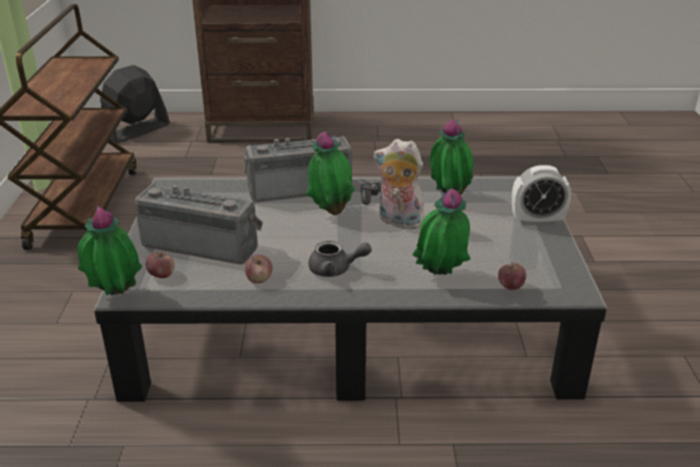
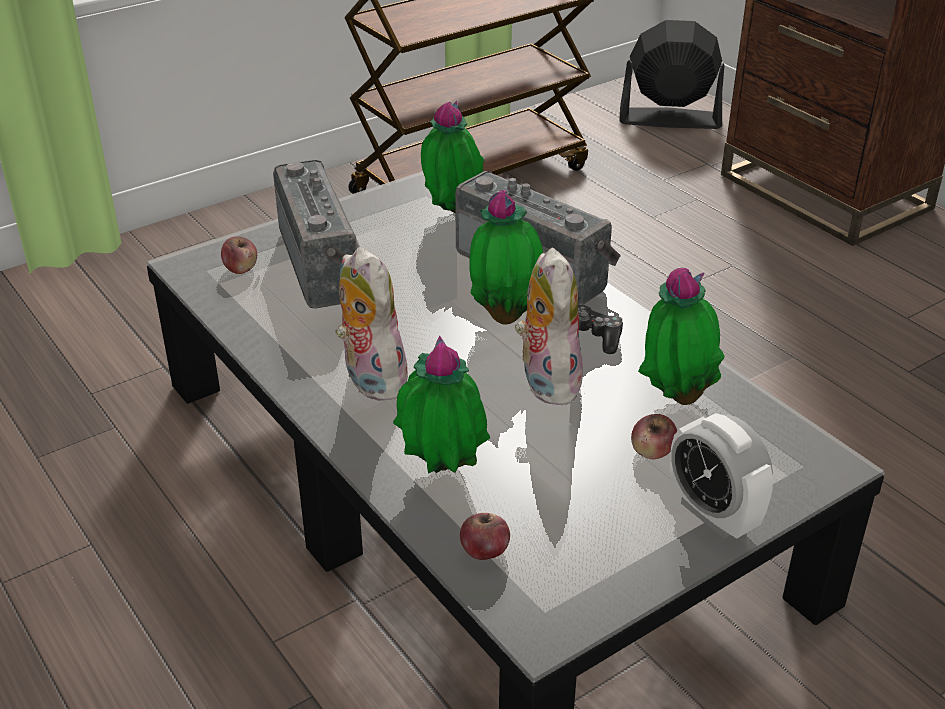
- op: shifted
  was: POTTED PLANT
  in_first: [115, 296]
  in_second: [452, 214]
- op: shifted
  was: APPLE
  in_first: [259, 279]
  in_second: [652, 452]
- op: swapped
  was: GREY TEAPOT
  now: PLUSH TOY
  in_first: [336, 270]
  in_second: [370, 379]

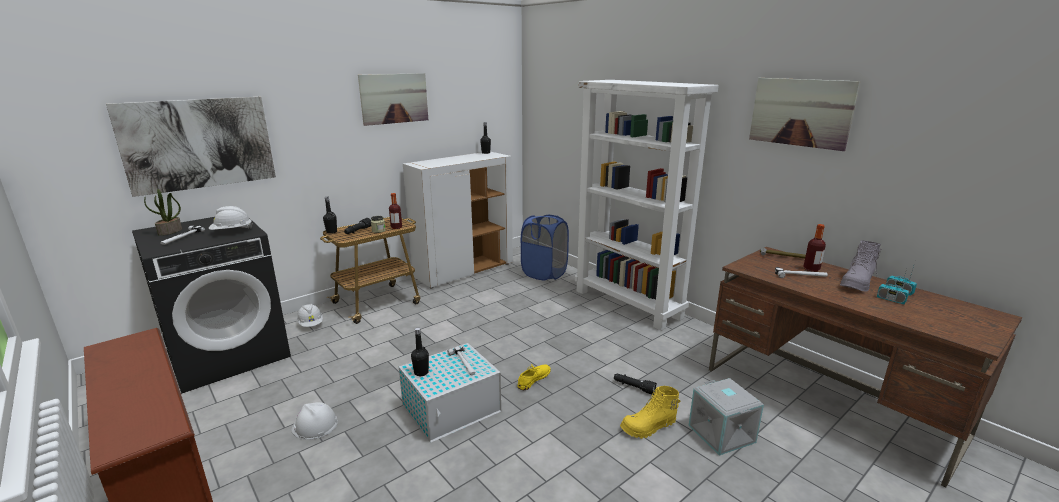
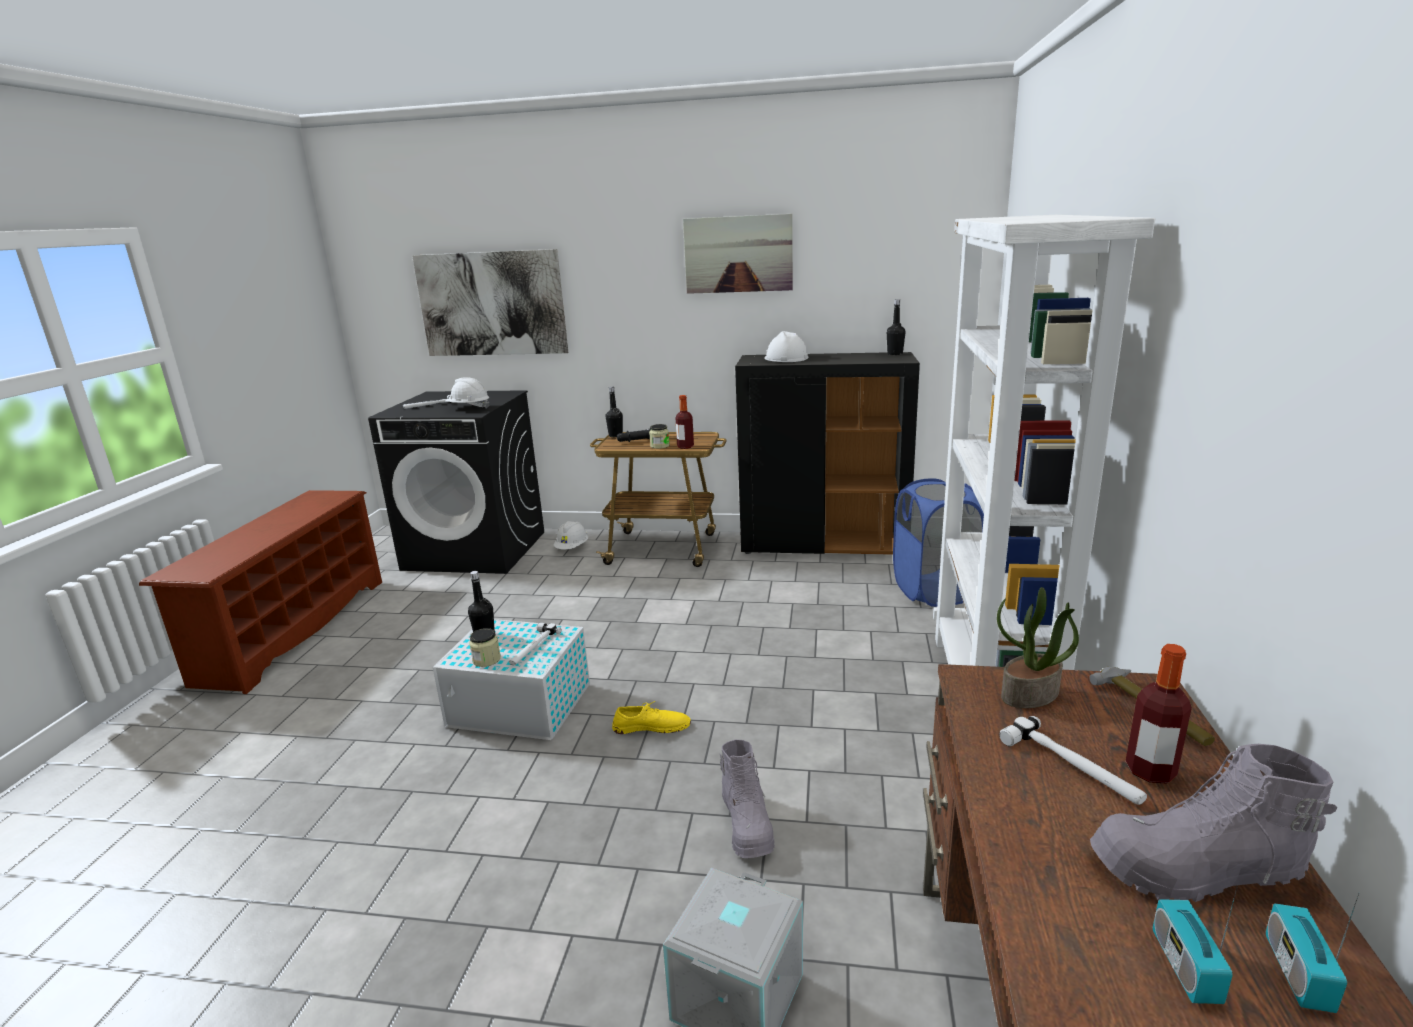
- op: shifted
  was: POTTED PLANT
  in_first: [170, 231]
  in_second: [1030, 695]
- op: shifted
  was: WHITE HARD HAT
  in_first: [314, 425]
  in_second: [786, 358]
- op: repainted
  was: WHITE CABINET
  now: BLACK CABINET
  in_first: [464, 271]
  in_second: [825, 545]
- op: swapped
  was: BLACK FLASHLIGHT
  now: GREY BOOT
  in_first: [633, 387]
  in_second: [747, 825]
- op: gone
  was: YELLOW BOOT
  in_first: [649, 427]
- op: gone
  was: PICTURE
  in_first: [800, 112]
- op: new
  now: JAR
  in_second: [486, 660]

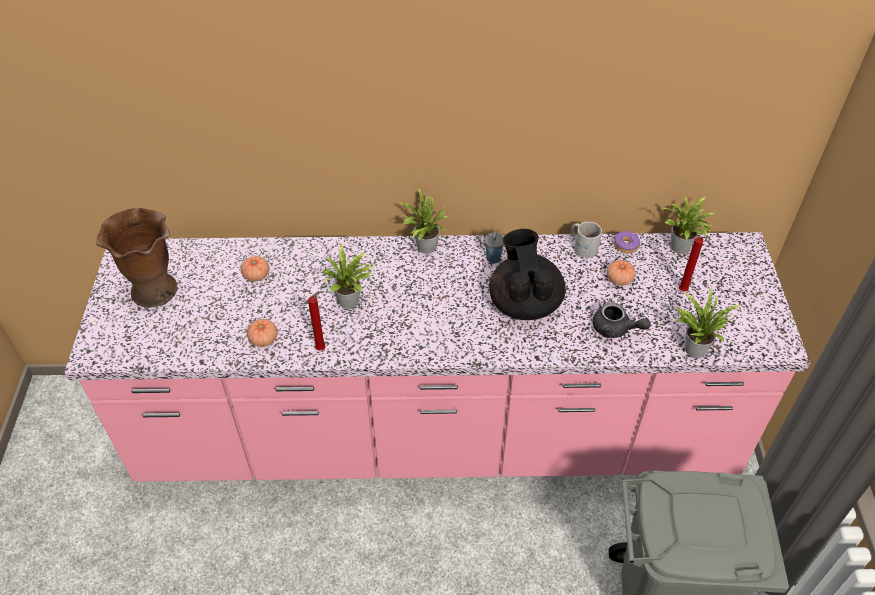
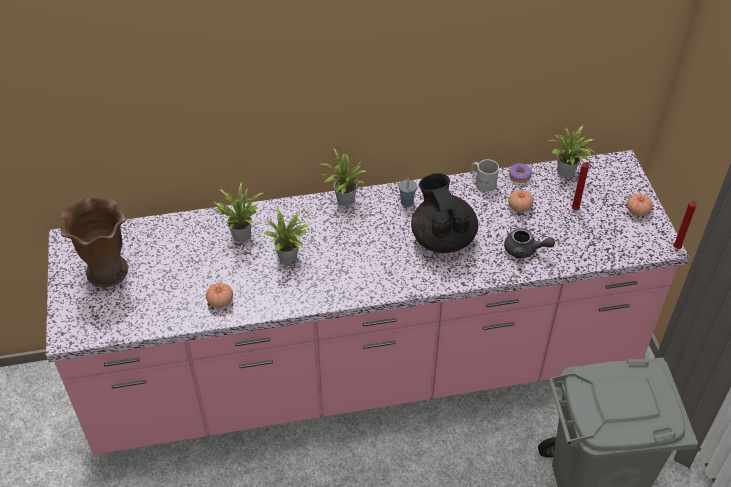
- op: shifted
  was: TOMATO
  in_first: [256, 275]
  in_second: [637, 211]
- op: shifted
  was: RED CANDLE
  in_first: [322, 349]
  in_second: [678, 247]
- op: shifted
  was: POTTED PLANT
  in_first: [693, 347]
  in_second: [240, 233]

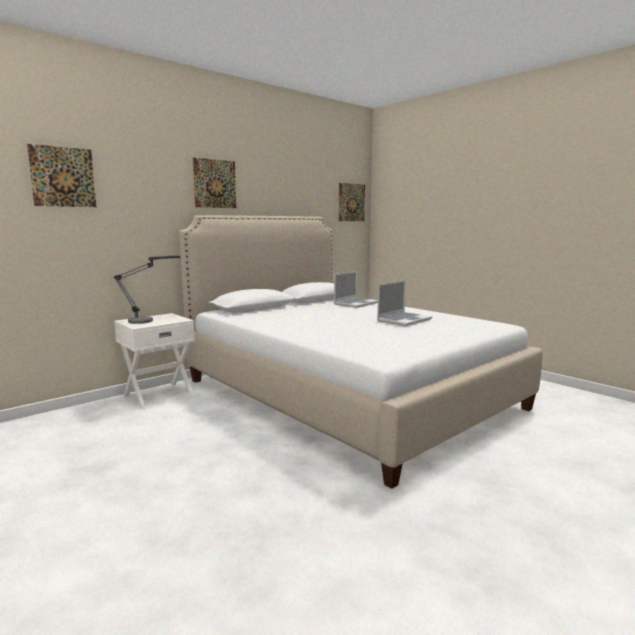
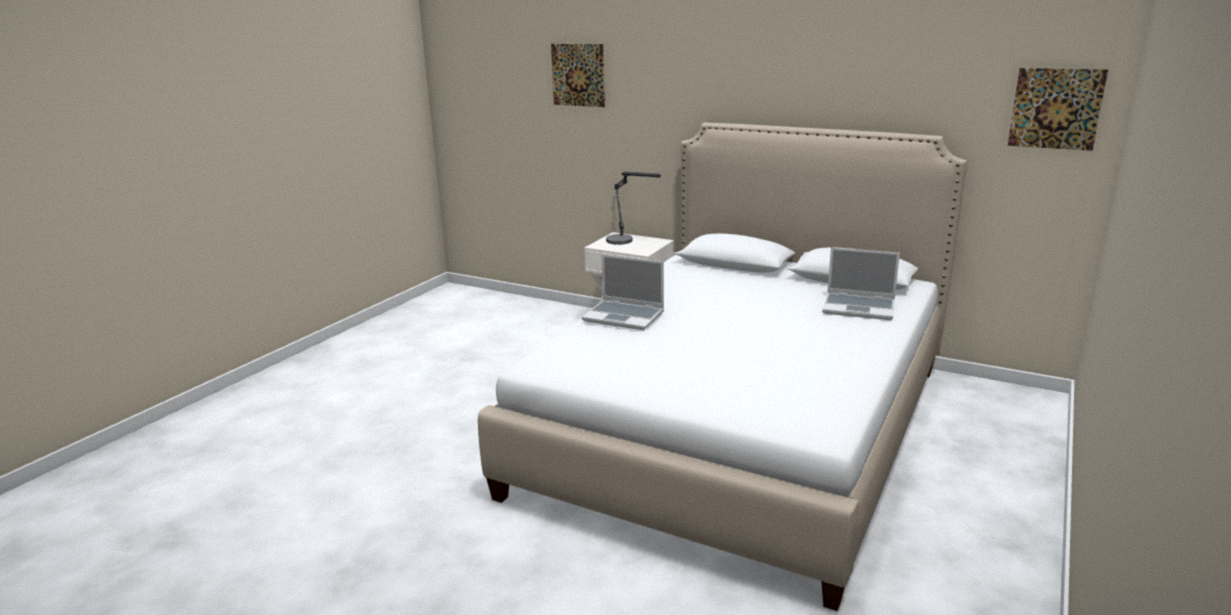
- op: gone
  was: PICTURE
  in_first: [215, 183]
- op: shifted
  was: LAPTOP
  in_first: [404, 320]
  in_second: [625, 316]

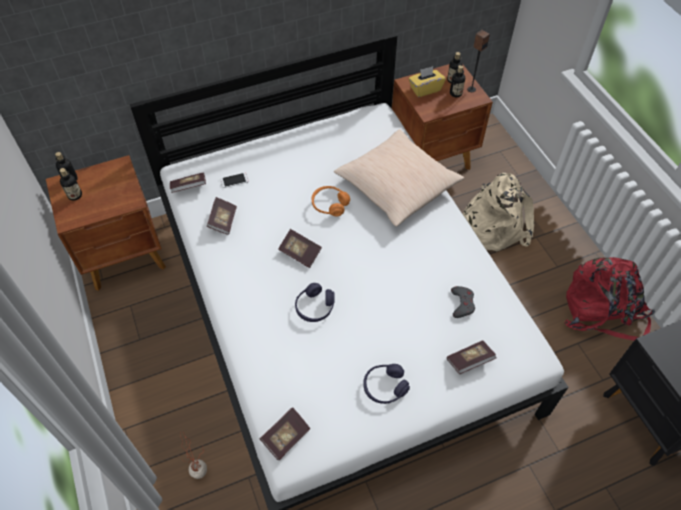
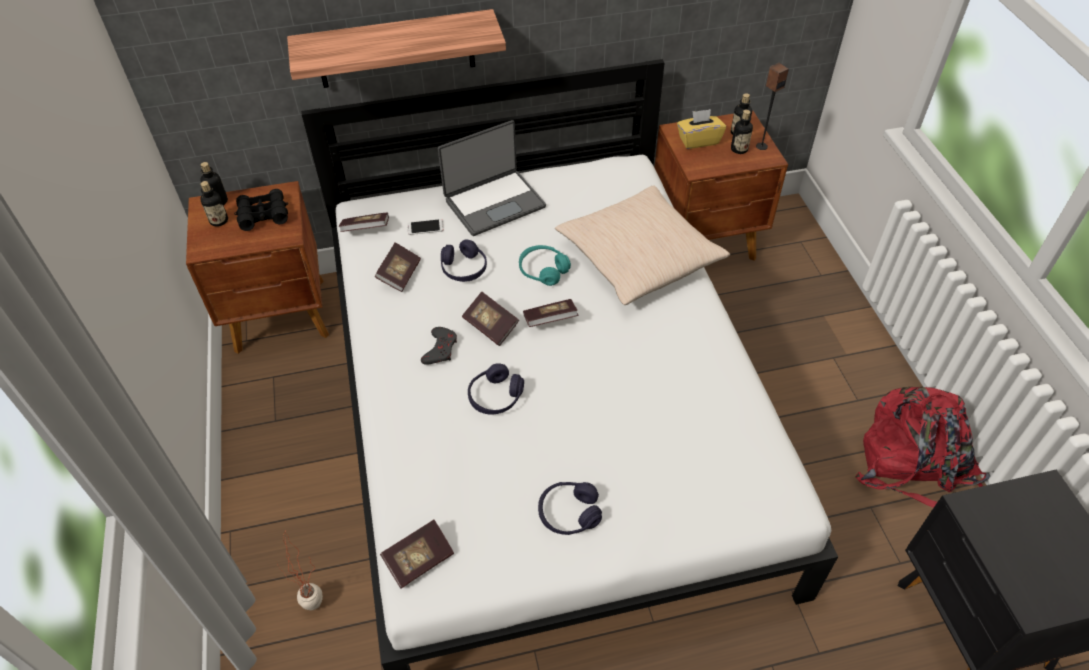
- op: repainted
  was: ORANGE HEADPHONES
  now: TURQUOISE HEADPHONES
  in_first: [330, 205]
  in_second: [543, 270]
- op: shifted
  was: BOOK
  in_first: [469, 361]
  in_second: [550, 320]
- op: shifted
  was: GREY GAME CONTROLLER
  in_first: [462, 303]
  in_second: [440, 349]
- op: gone
  was: BEIGE BACKPACK
  in_first: [493, 224]
- op: new
  now: BLACK BINOCULARS
  in_second: [263, 215]
- op: new
  now: SHELF
  in_second: [396, 49]
- op: new
  now: LAPTOP
  in_second: [494, 202]
- op: new
  now: PURPLE HEADPHONES
  in_second: [464, 268]

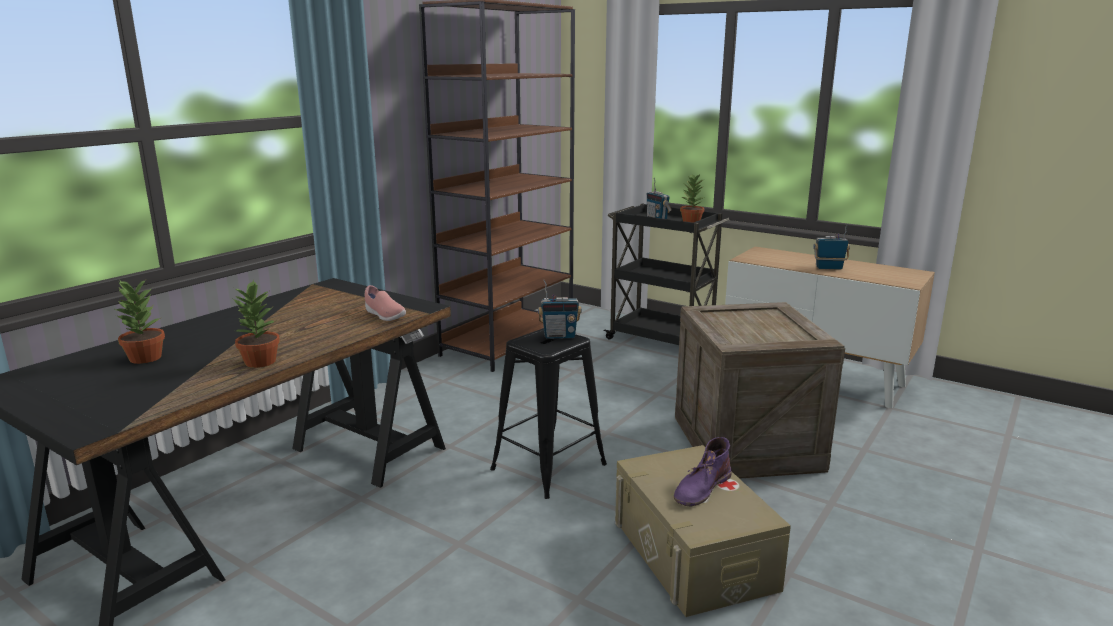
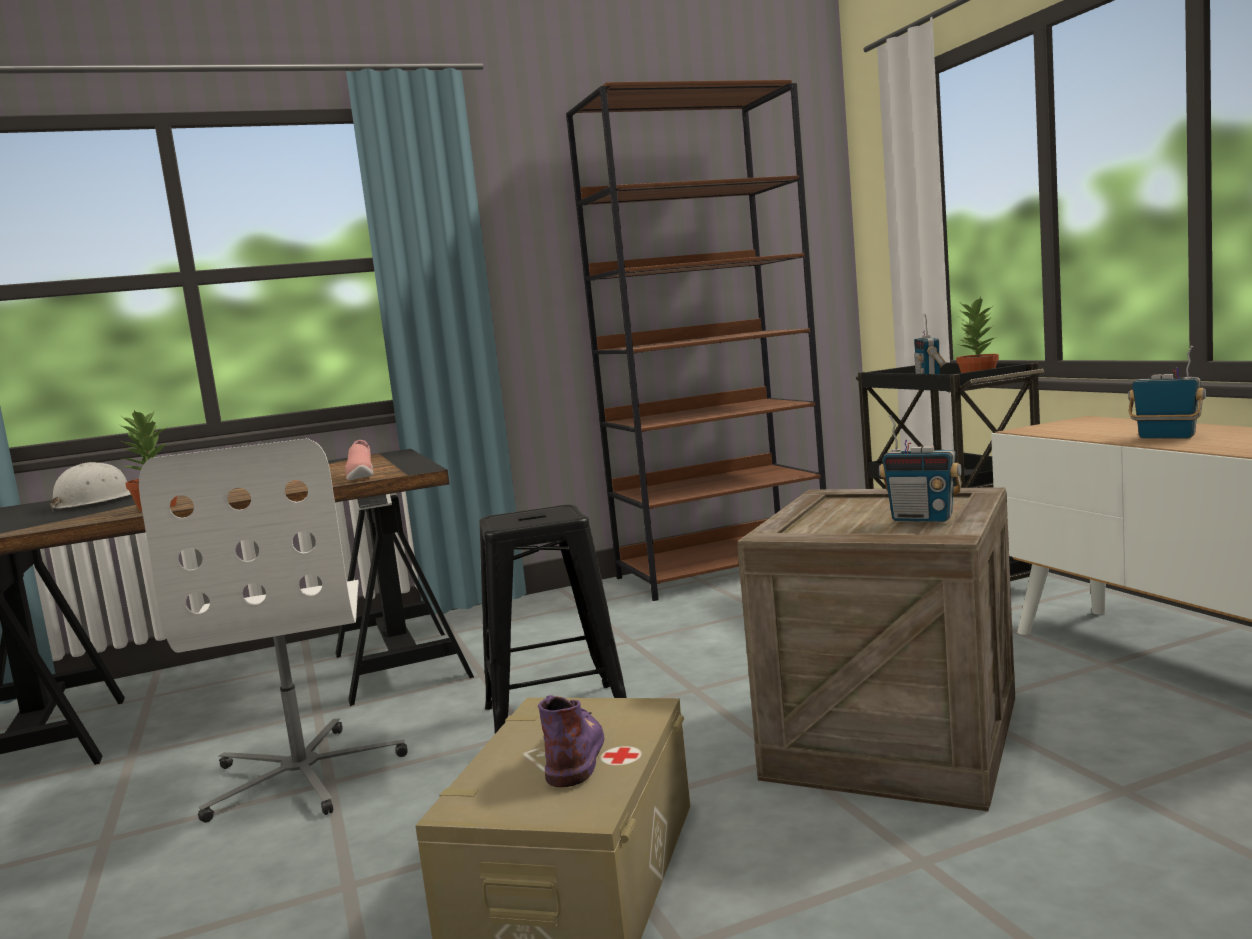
- op: swapped
  was: POTTED PLANT
  now: WHITE HARD HAT
  in_first: [144, 358]
  in_second: [96, 502]
- op: shifted
  was: RADIO
  in_first: [559, 336]
  in_second: [922, 519]
- op: rotated
  was: PURPLE BOOT
  in_first: [701, 488]
  in_second: [573, 752]
  clockwise: 105
- op: new
  now: WHITE OFFICE CHAIR
  in_second: [304, 775]

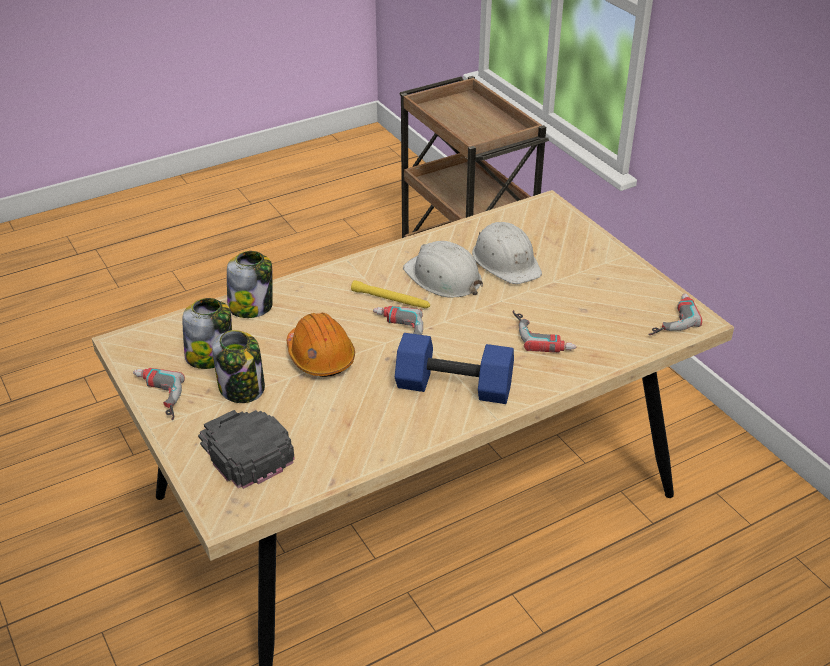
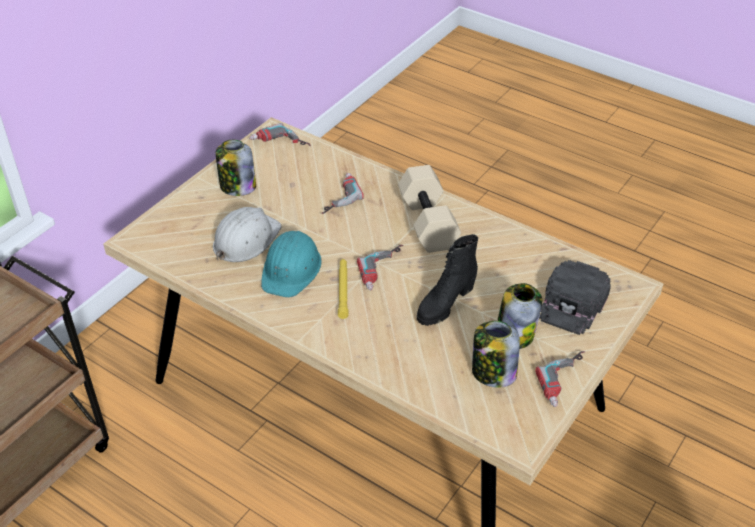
- op: shifted
  was: JAR
  in_first: [251, 306]
  in_second: [237, 187]
- op: swapped
  was: ORANGE HARD HAT
  now: BLACK BOOT
  in_first: [320, 356]
  in_second: [445, 304]
- op: repainted
  was: BLUE DUMBBELL
  now: BEIGE DUMBBELL
  in_first: [452, 388]
  in_second: [429, 223]
- op: repainted
  was: WHITE HARD HAT
  now: TURQUOISE HARD HAT
  in_first: [443, 277]
  in_second: [291, 269]

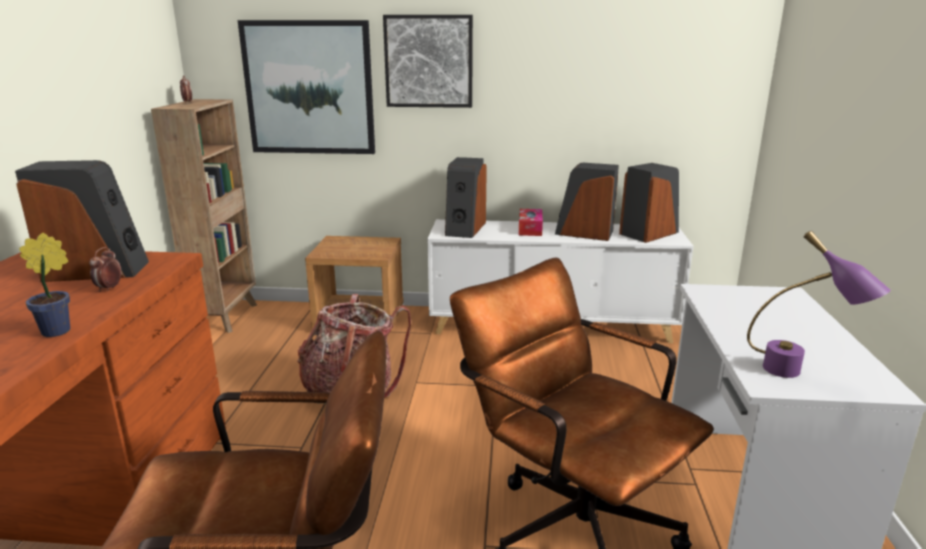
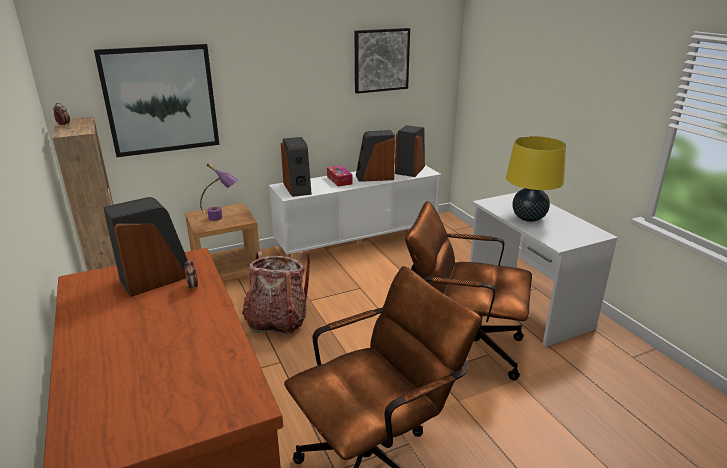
- op: gone
  was: POTTED PLANT
  in_first: [60, 330]
- op: shifted
  was: PICTURE
  in_first: [429, 61]
  in_second: [381, 60]
- op: shifted
  was: PURPLE TABLE LAMP
  in_first: [799, 375]
  in_second: [221, 218]
- op: new
  now: YELLOW TABLE LAMP
  in_second: [528, 218]

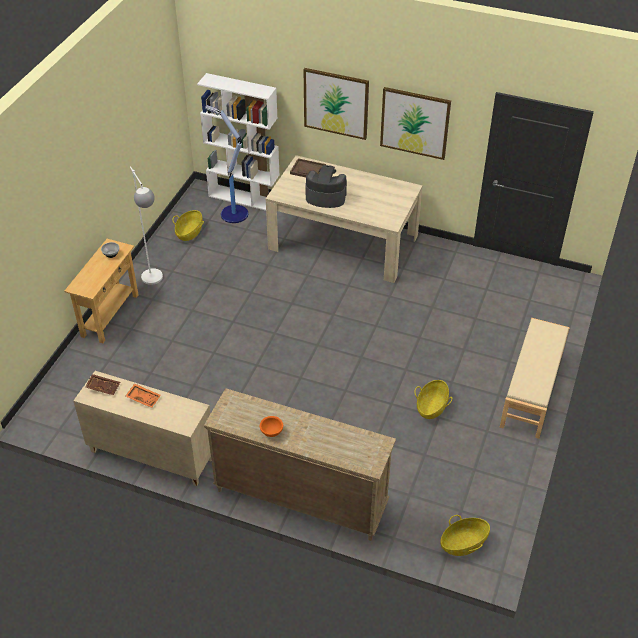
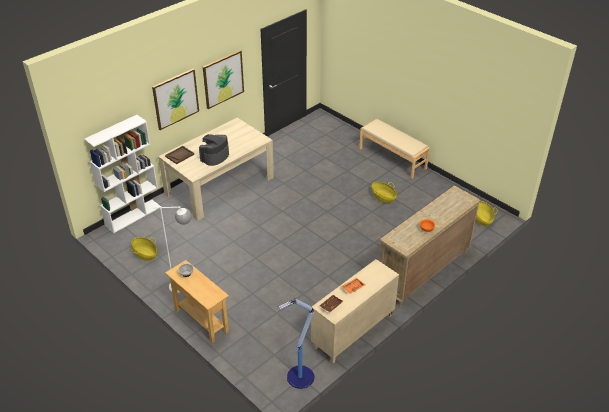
- op: shifted
  was: FLOOR LAMP
  in_first: [233, 214]
  in_second: [299, 377]

